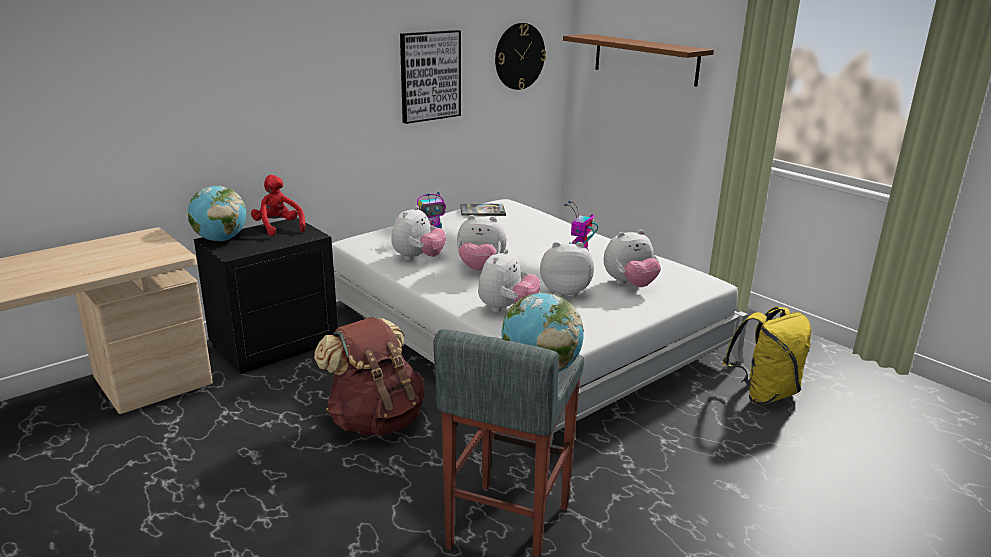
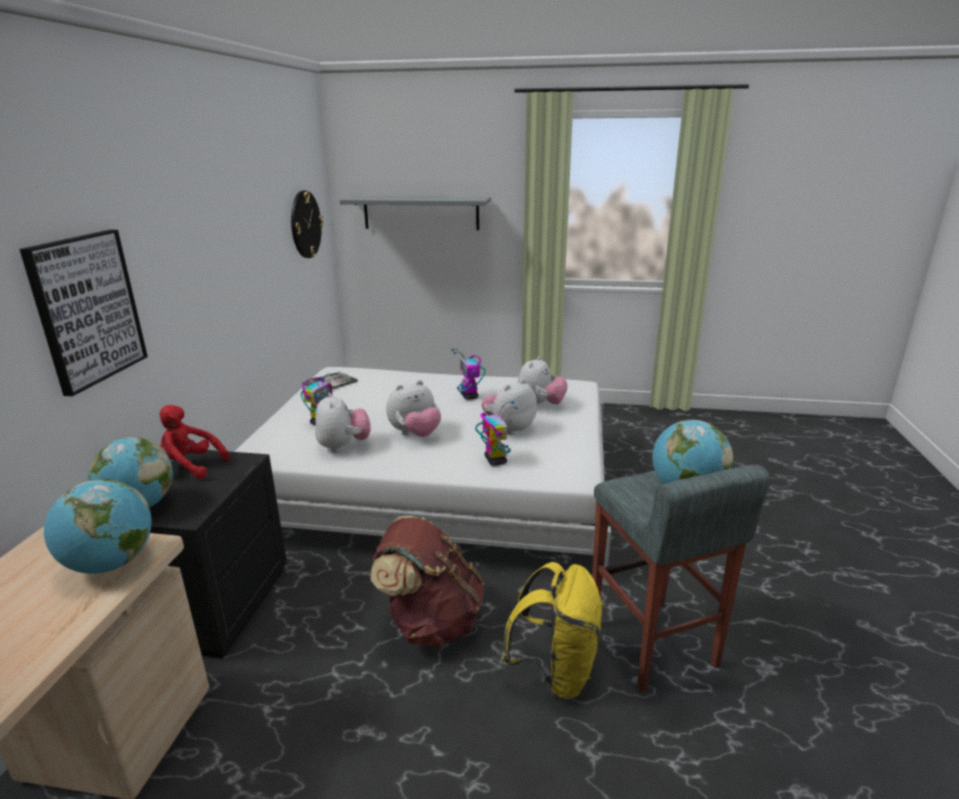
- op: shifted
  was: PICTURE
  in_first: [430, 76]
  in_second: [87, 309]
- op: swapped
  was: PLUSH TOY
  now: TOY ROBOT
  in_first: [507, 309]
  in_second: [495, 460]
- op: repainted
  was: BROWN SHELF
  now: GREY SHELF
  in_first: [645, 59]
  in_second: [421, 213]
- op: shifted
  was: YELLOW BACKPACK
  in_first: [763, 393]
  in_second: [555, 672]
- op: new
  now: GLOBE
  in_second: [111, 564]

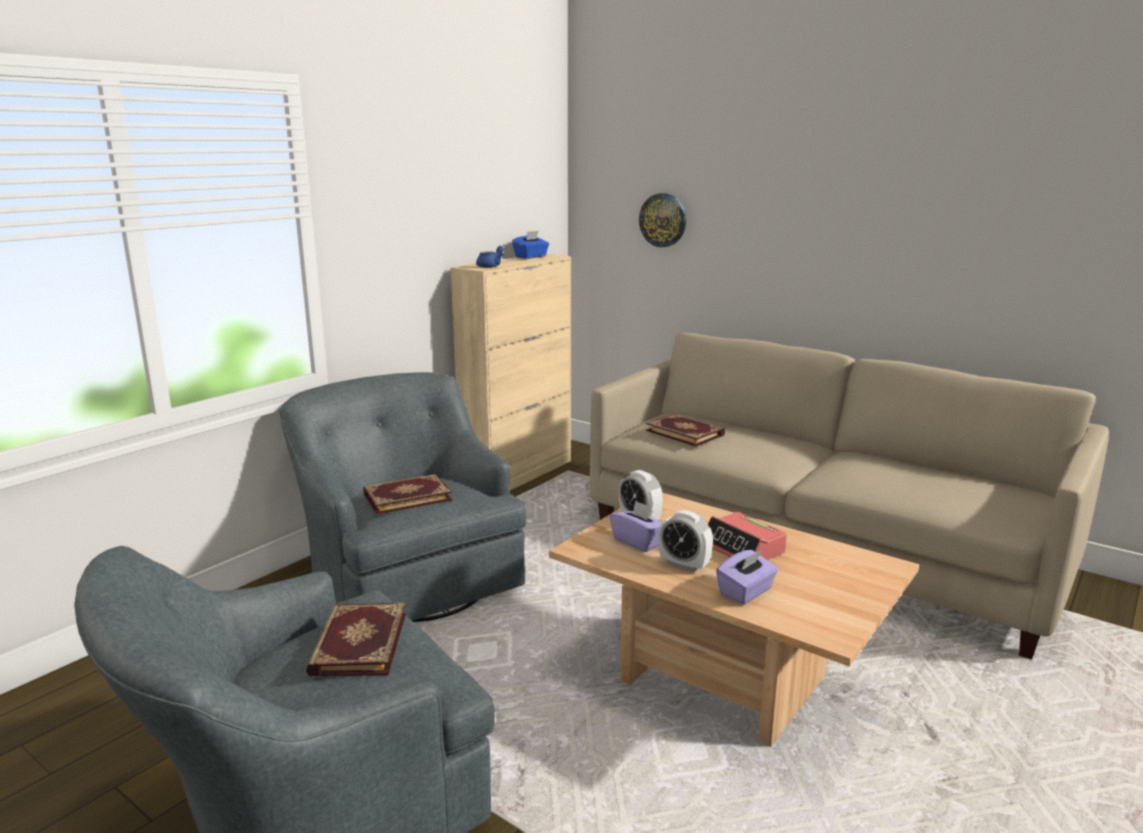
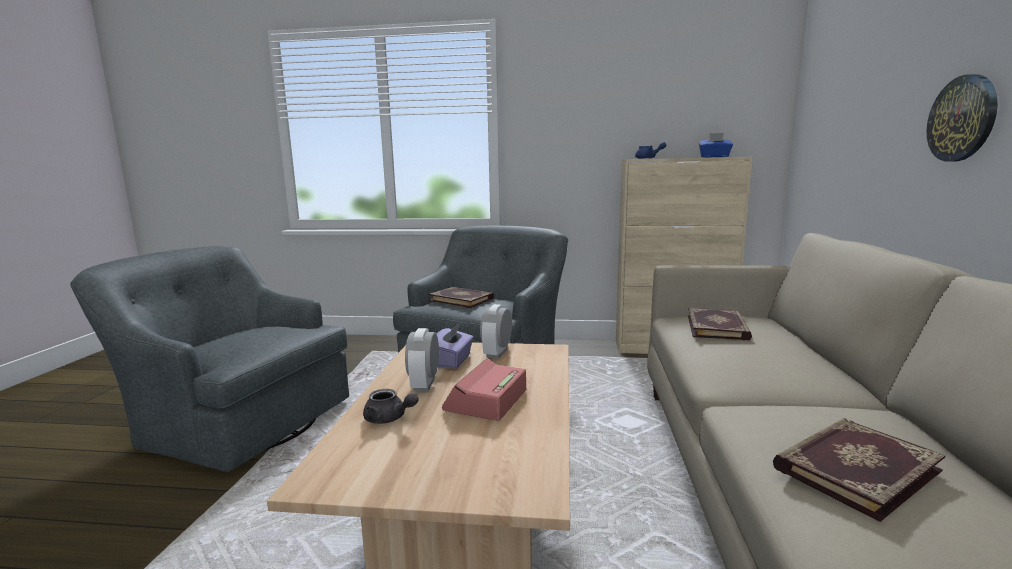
- op: shifted
  was: BOOK
  in_first: [357, 643]
  in_second: [853, 468]
- op: shifted
  was: WALL CLOCK
  in_first: [663, 220]
  in_second: [962, 119]
- op: swapped
  was: PURPLE TISSUE BOX
  now: GREY TEAPOT
  in_first: [746, 592]
  in_second: [389, 419]

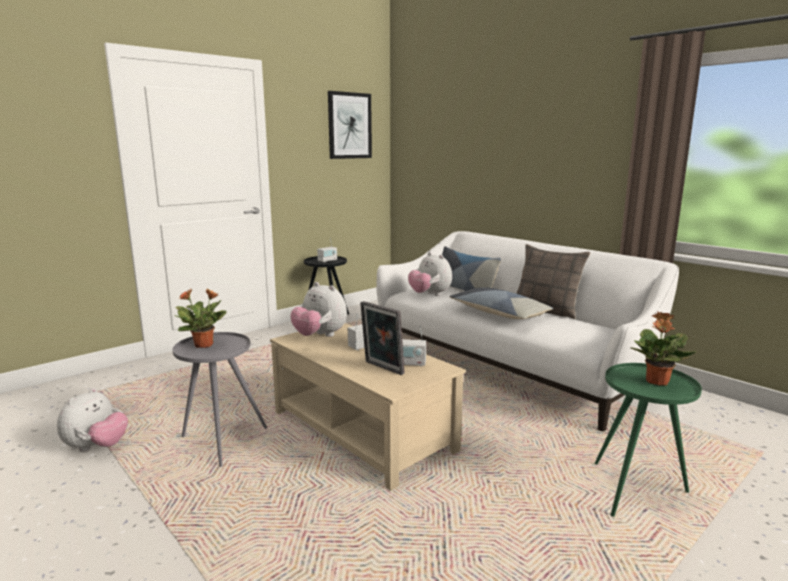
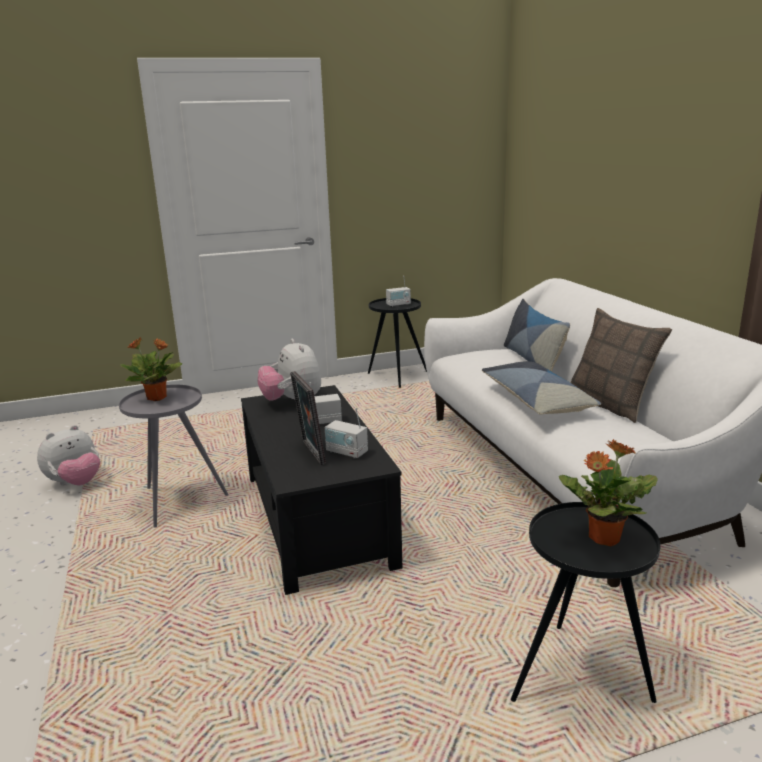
- op: repainted
  was: BEIGE COFFEE TABLE
  now: BLACK COFFEE TABLE
  in_first: [363, 431]
  in_second: [319, 520]
- op: gone
  was: PICTURE
  in_first: [349, 125]
- op: gone
  was: PLUSH TOY
  in_first: [430, 295]
- op: repainted
  was: GREEN SIDE TABLE
  now: BLACK SIDE TABLE
  in_first: [636, 492]
  in_second: [579, 680]

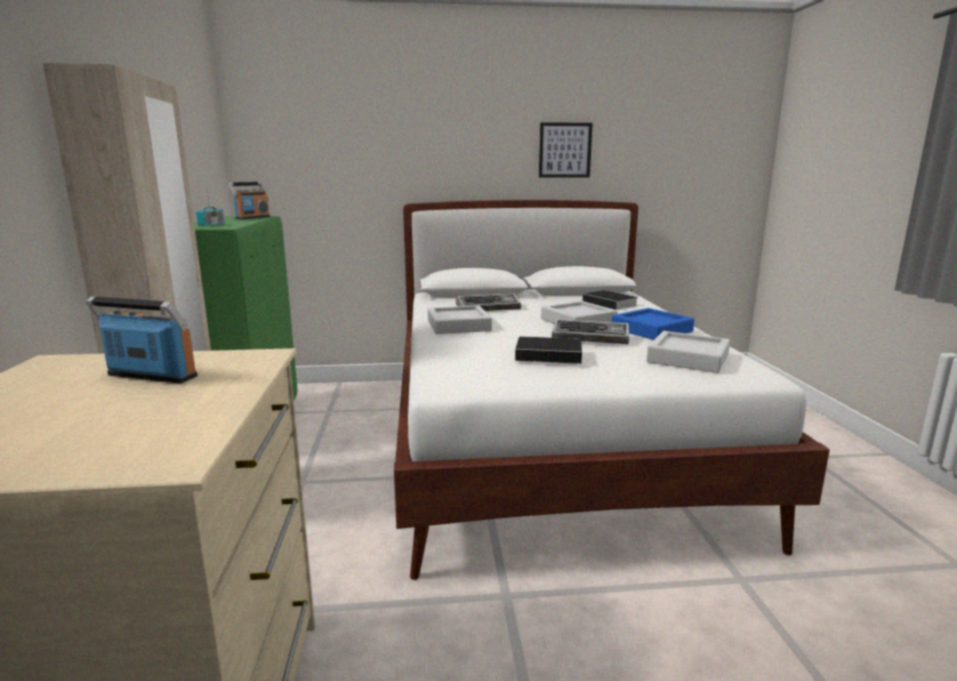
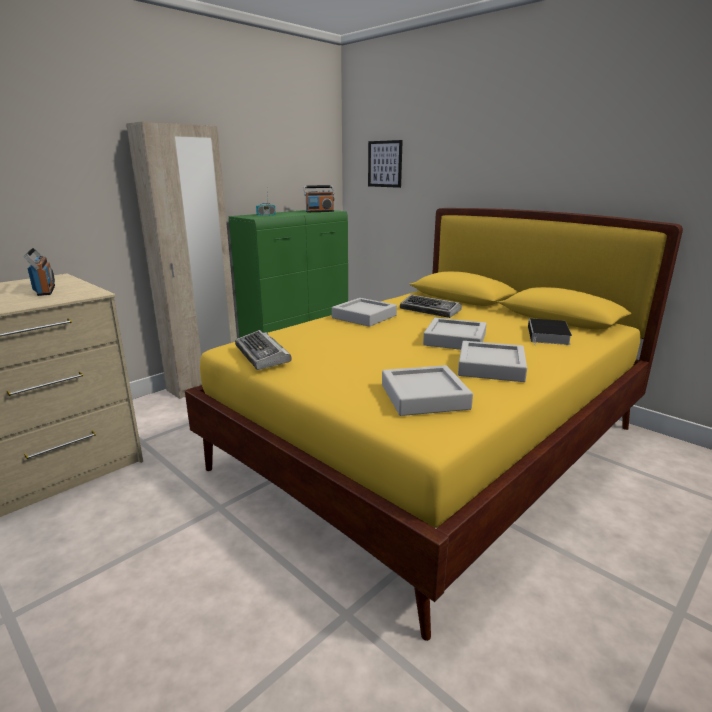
- op: repainted
  was: WHITE BED
  now: YELLOW BED
  in_first: [550, 444]
  in_second: [433, 447]
- op: gone
  was: BOOK
  in_first: [551, 355]
- op: shifted
  was: PICTURE
  in_first: [565, 150]
  in_second: [385, 164]
- op: shifted
  was: KEYBOARD
  in_first: [591, 338]
  in_second: [263, 355]
- op: repainted
  was: BLUE TRAY
  now: GREY TRAY
  in_first: [651, 330]
  in_second: [491, 367]

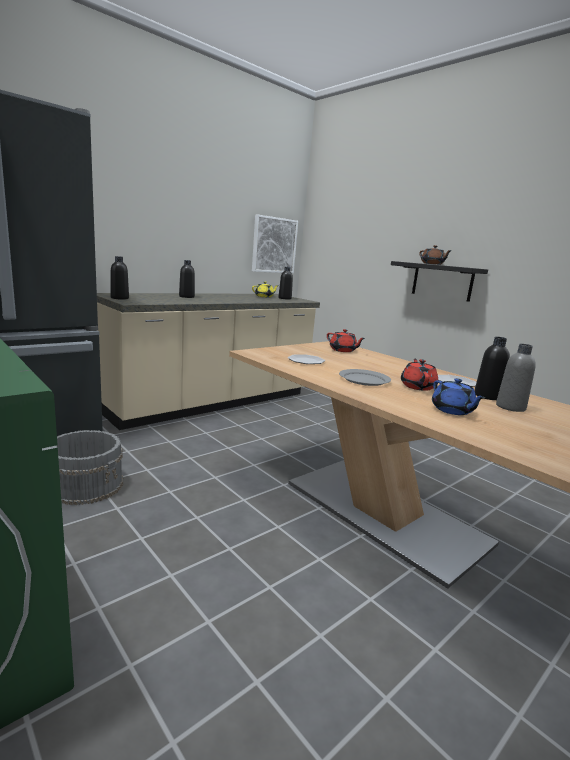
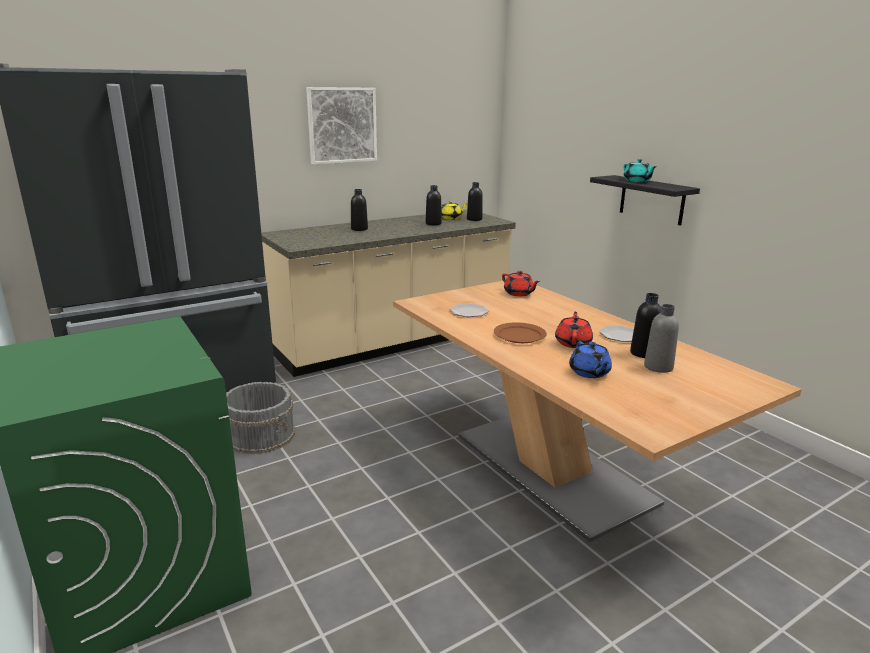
- op: shifted
  was: BLACK BOTTLE
  in_first: [119, 298]
  in_second: [433, 223]
- op: shifted
  was: PICTURE
  in_first: [274, 245]
  in_second: [342, 125]
- op: repainted
  was: GREY PLATE
  now: BROWN PLATE
  in_first: [364, 379]
  in_second: [520, 335]
- op: repainted
  was: BROWN TEAPOT
  now: TURQUOISE TEAPOT
  in_first: [432, 264]
  in_second: [637, 181]

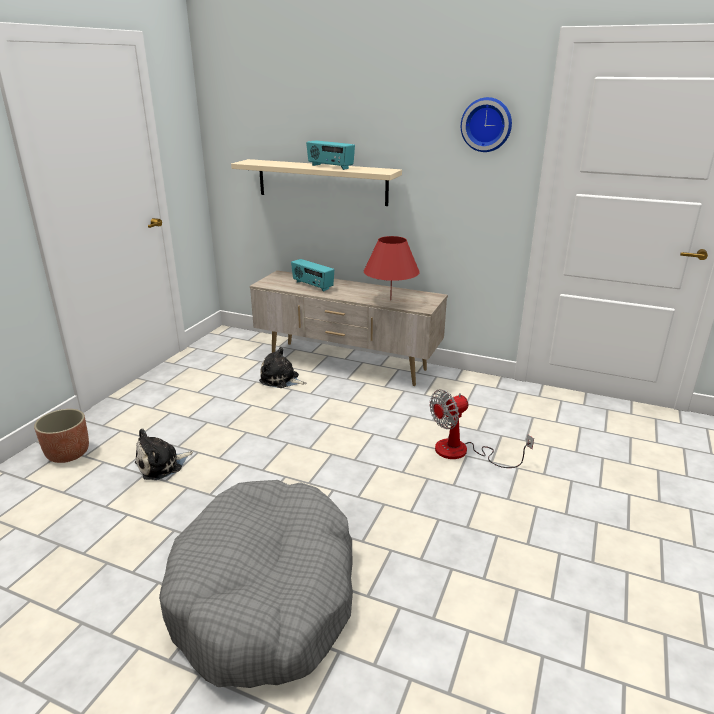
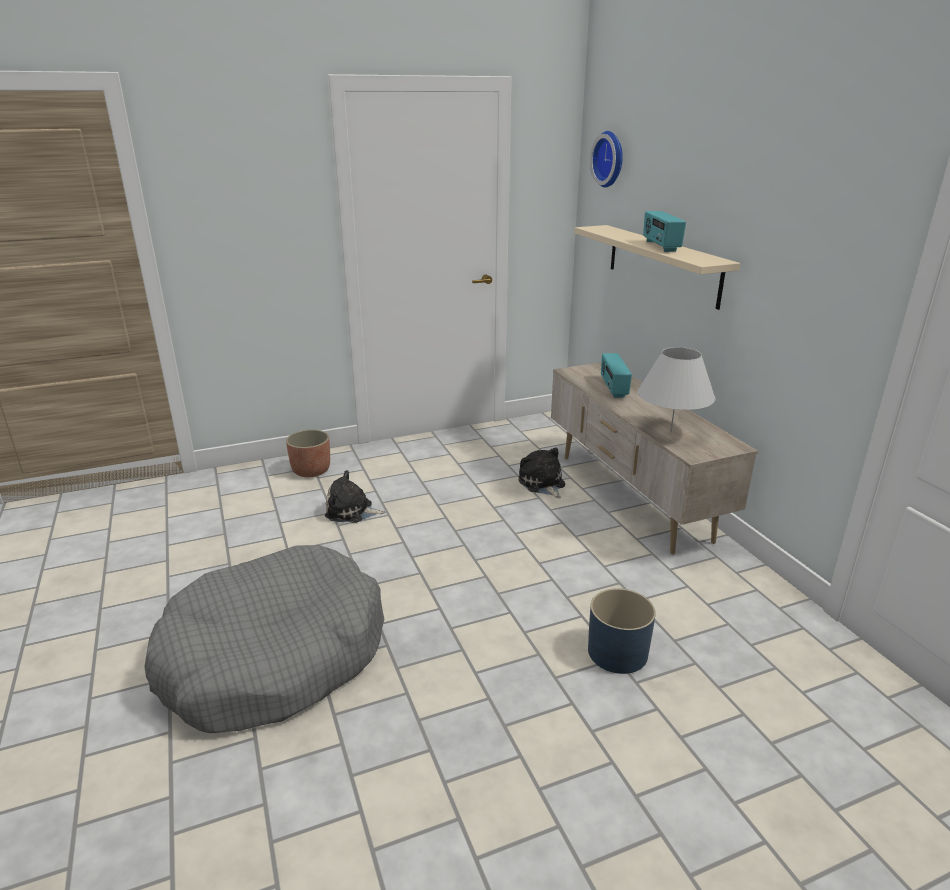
- op: repainted
  was: RED TABLE LAMP
  now: WHITE TABLE LAMP
  in_first: [390, 300]
  in_second: [670, 432]
- op: swapped
  was: FAN
  now: BLUE PLANTER
  in_first: [463, 452]
  in_second: [618, 653]
- op: shifted
  was: WALL CLOCK
  in_first: [486, 124]
  in_second: [610, 159]

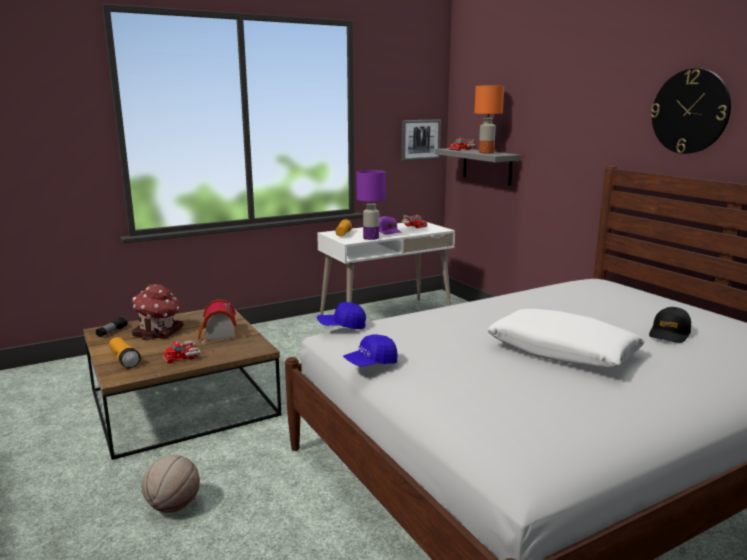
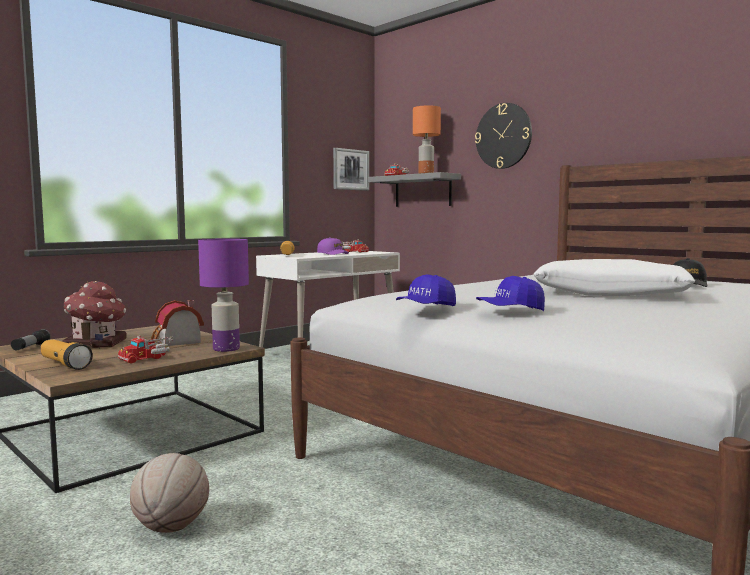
- op: shifted
  was: BLUE CAP
  in_first: [342, 326]
  in_second: [510, 311]
- op: shifted
  was: PURPLE TABLE LAMP
  in_first: [371, 238]
  in_second: [227, 349]
- op: shifted
  was: WALL CLOCK
  in_first: [690, 111]
  in_second: [503, 136]

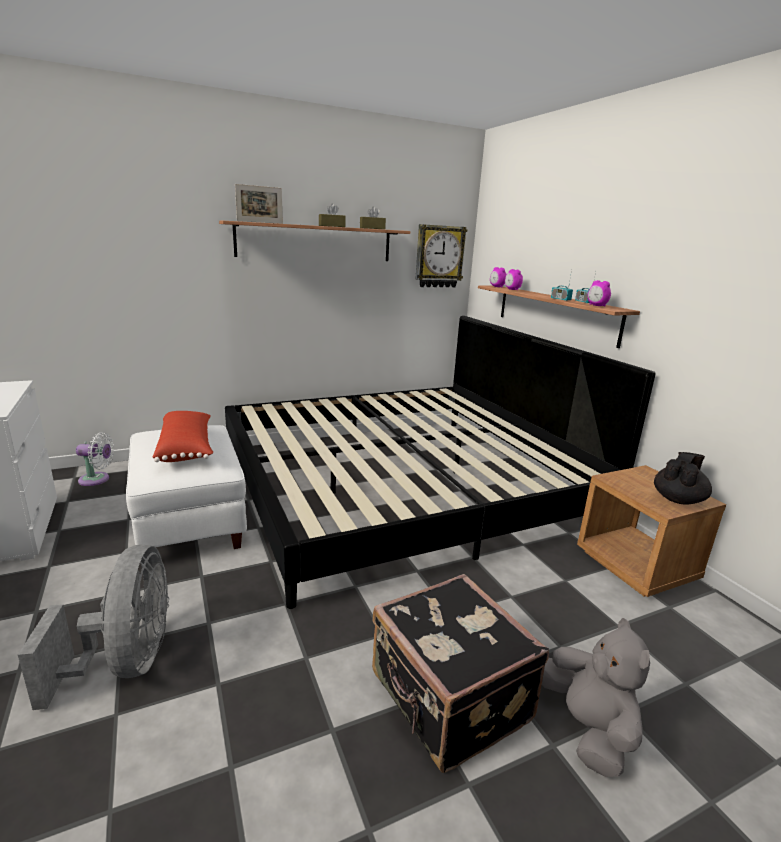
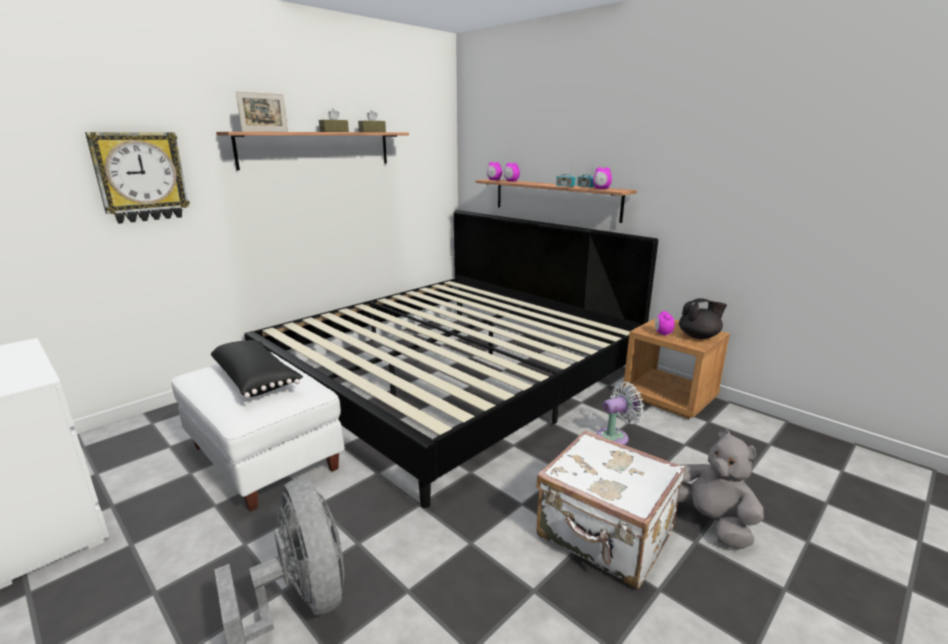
- op: shifted
  was: WHITE FAN
  in_first: [97, 479]
  in_second: [615, 437]
- op: repainted
  was: RED PILLOW
  now: BLACK PILLOW
  in_first: [187, 448]
  in_second: [256, 380]
- op: repainted
  was: BLACK SUITCASE
  now: WHITE SUITCASE
  in_first: [448, 699]
  in_second: [604, 535]
- op: shifted
  was: WALL CLOCK
  in_first: [439, 256]
  in_second: [141, 177]
- op: rotated
  was: BLACK TEAPOT
  in_first: [678, 499]
  in_second: [699, 336]
  clockwise: 60
- op: new
  now: ALARM CLOCK
  in_second: [662, 334]

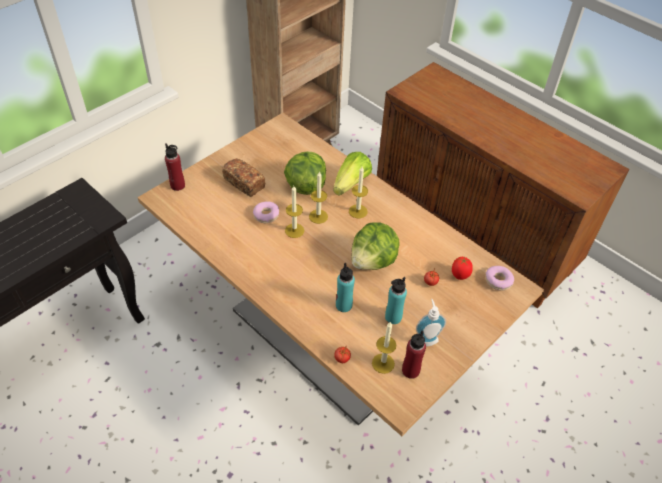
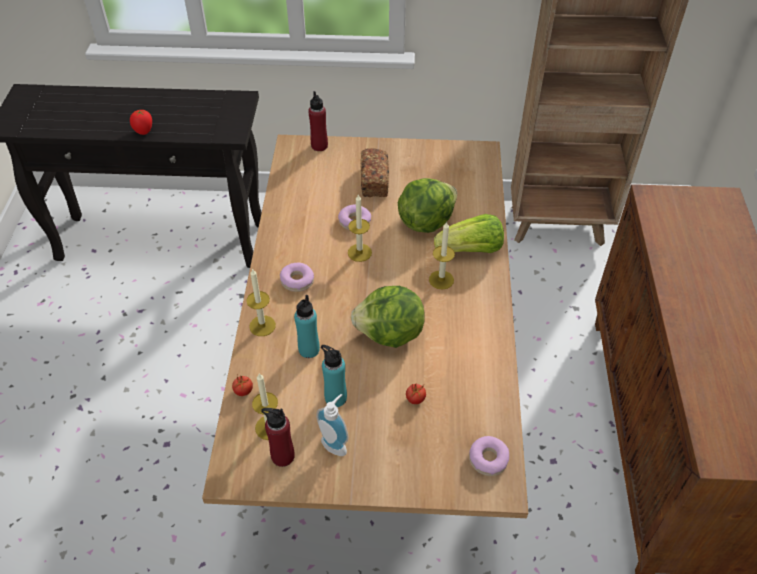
- op: shifted
  was: CANDLE
  in_first: [318, 216]
  in_second: [262, 326]
- op: shifted
  was: TOMATO
  in_first: [460, 275]
  in_second: [144, 132]
- op: new
  now: DONUT
  in_second: [297, 281]

